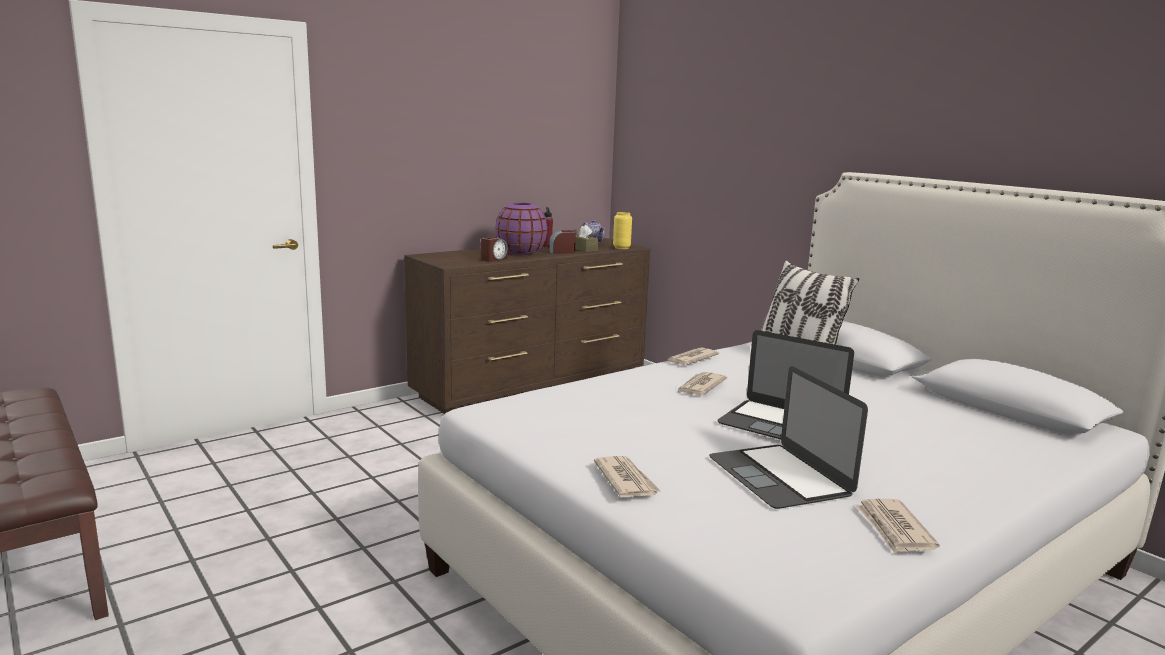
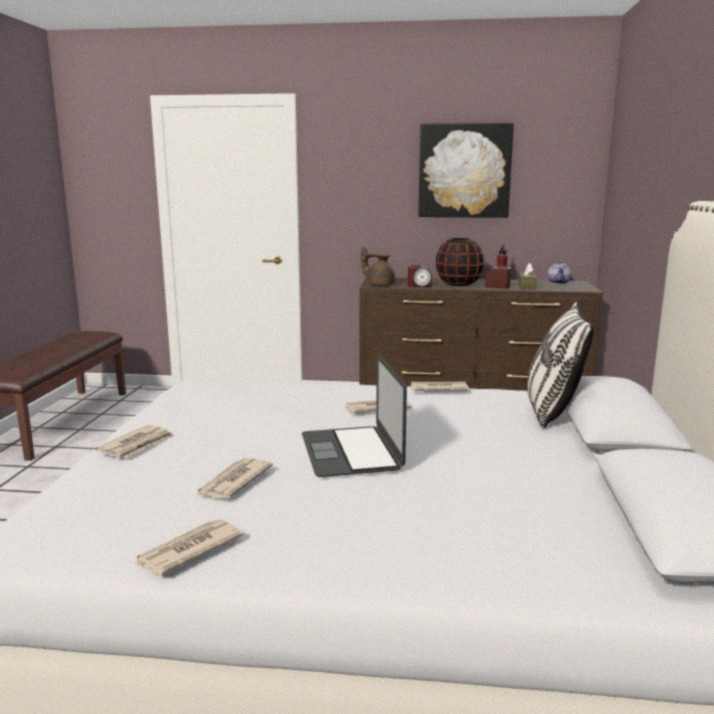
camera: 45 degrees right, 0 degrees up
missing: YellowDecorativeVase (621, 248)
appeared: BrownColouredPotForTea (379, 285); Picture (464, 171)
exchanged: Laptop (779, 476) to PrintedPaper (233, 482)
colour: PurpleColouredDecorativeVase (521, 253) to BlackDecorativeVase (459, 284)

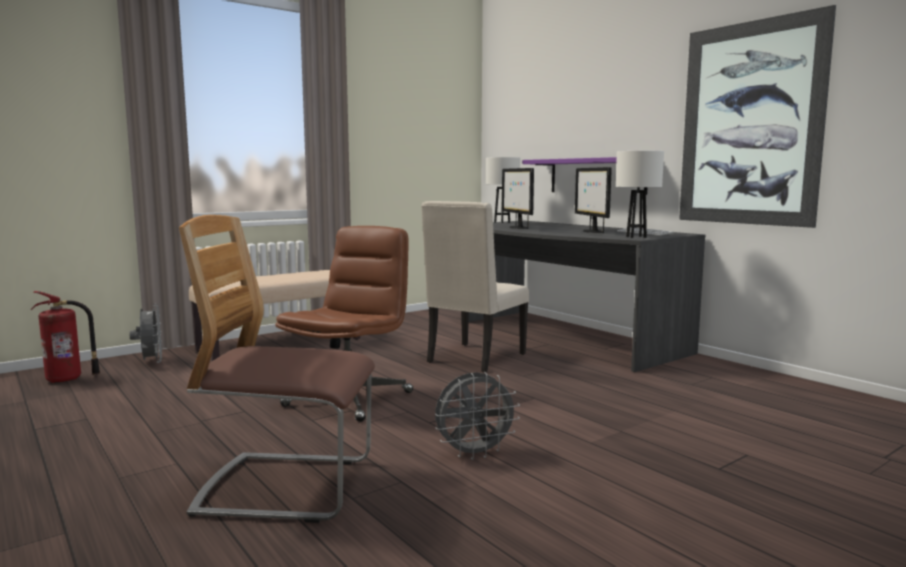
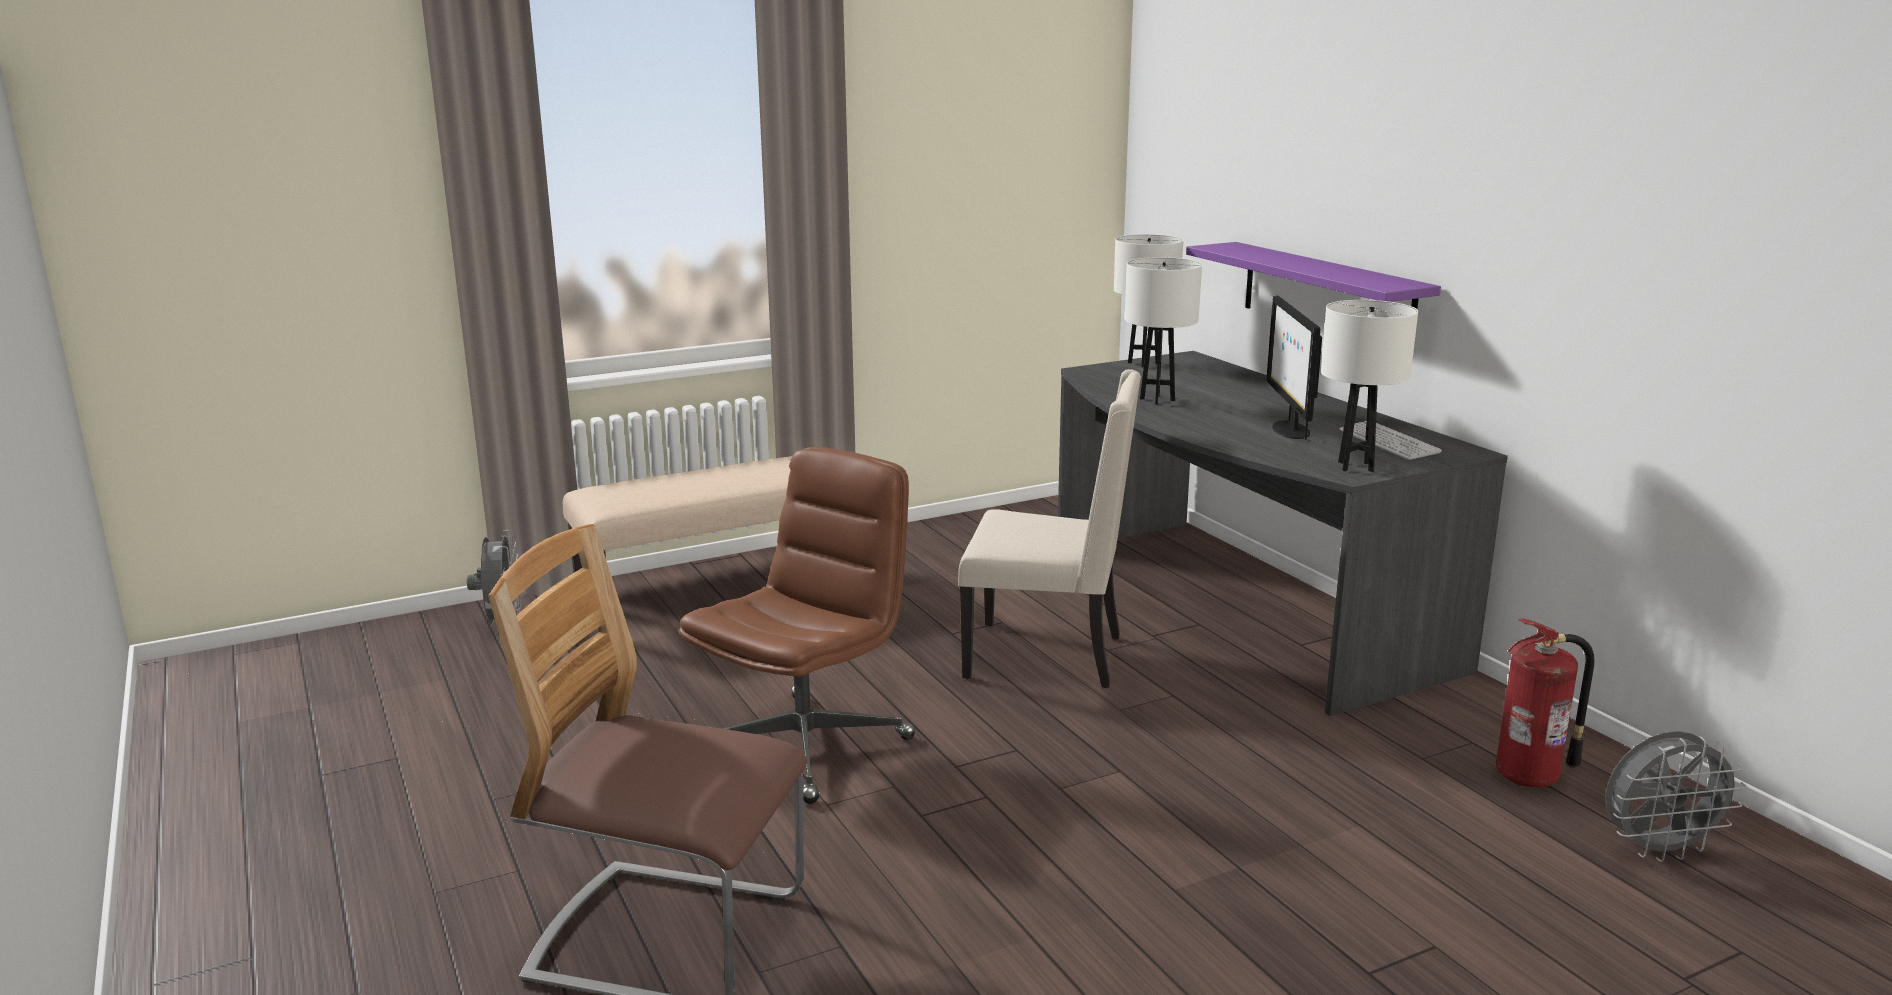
camera: 10 degrees right, 10 degrees up
missing: Picture (749, 124)
relocated: FireFightingCylinder (67, 379) to (1531, 777); GrayCoolingFan (474, 454) to (1658, 850)
exchanged: Monitor (518, 228) to WhiteColouredTabletopLamp (1157, 399)
spun: BeigePlainChair (474, 358) = (1048, 656) 120 degrees counterclockwise

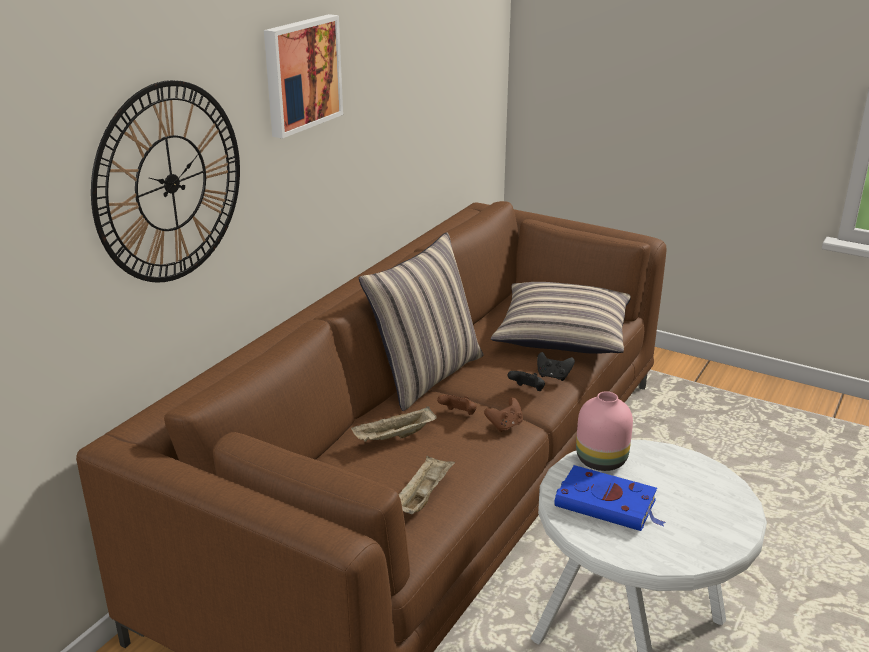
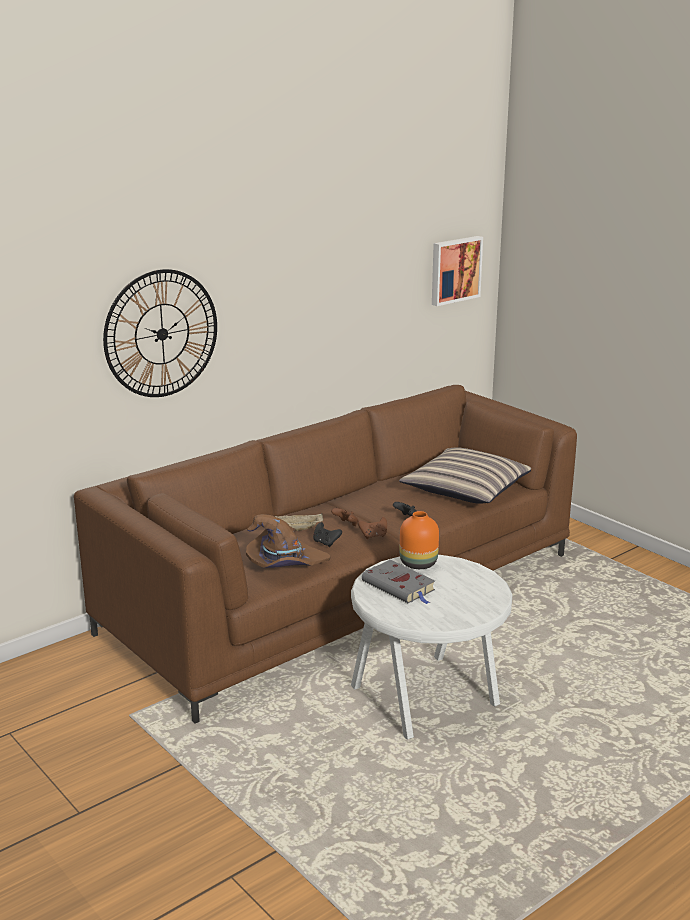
camera: 20 degrees right, 5 degrees down
missing: Pillow (426, 375)
relocated: Picture (300, 74) to (454, 270); BlackGamepad (553, 376) to (326, 543)
exchanged: BeigeCarryingTray (423, 497) to BrownColouredWearableHat (284, 563)
colour: BlueColouredVolume (608, 504) to GrayVolume (400, 587); PinkColouredDecorativeVase (602, 460) to OrangeColouredDecorativeVase (419, 563)

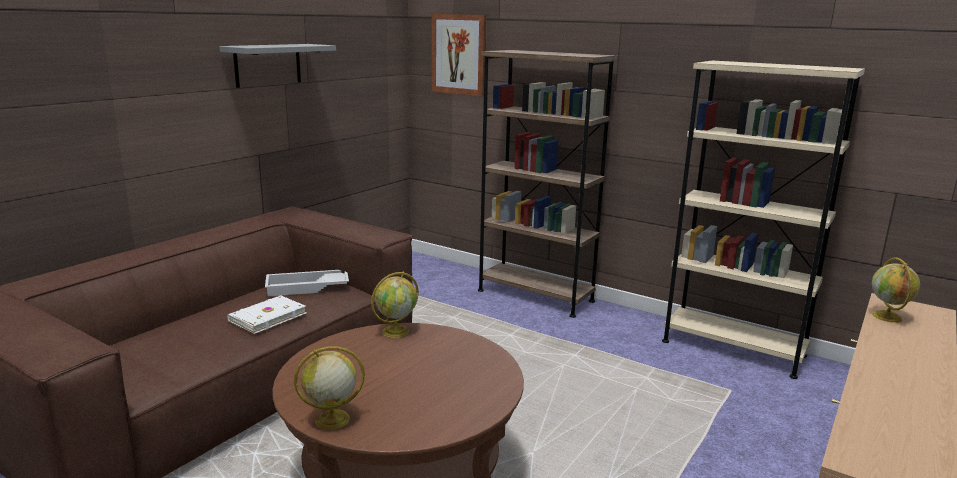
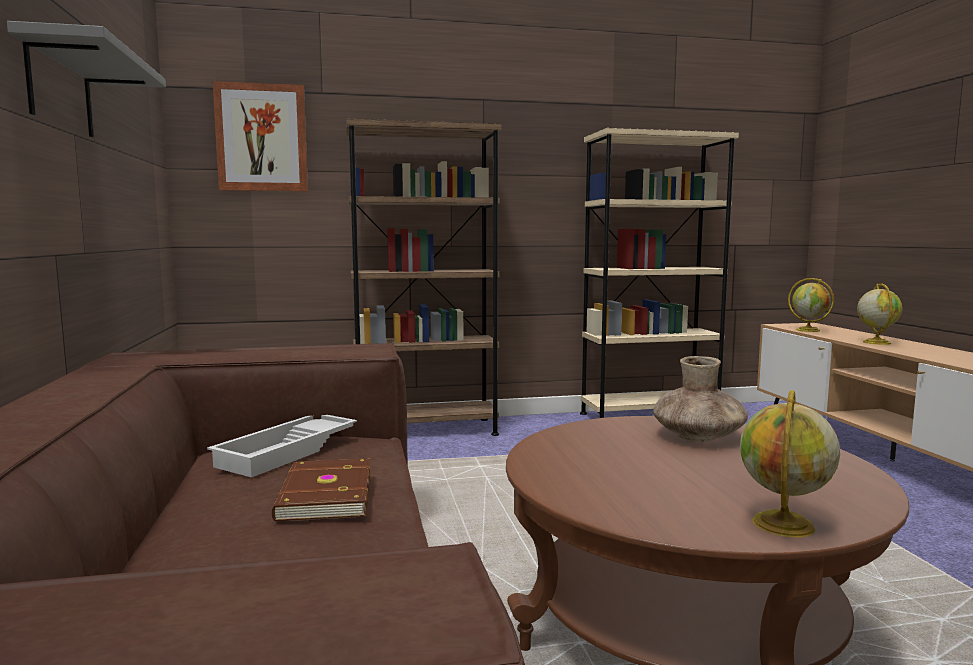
camera: 45 degrees left, 10 degrees down
appeared: BrownColouredDecorativeVase (698, 437)
relocated: WorldGlobe (396, 331) to (876, 342)
colour: WhiteColouredVolume (266, 317) to BrownColouredVolume (323, 495)

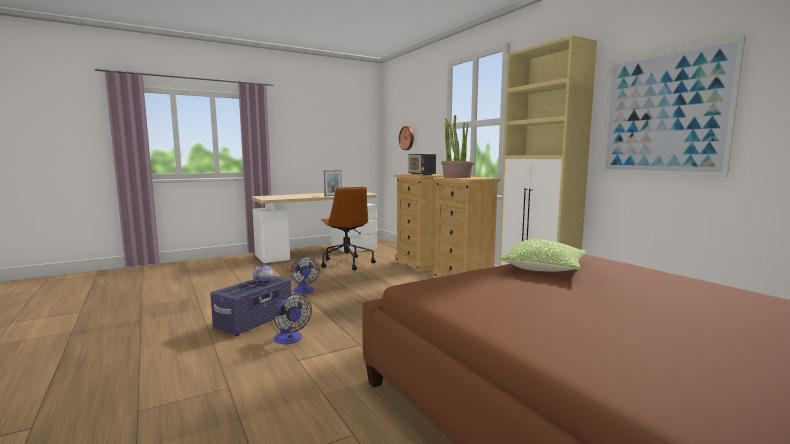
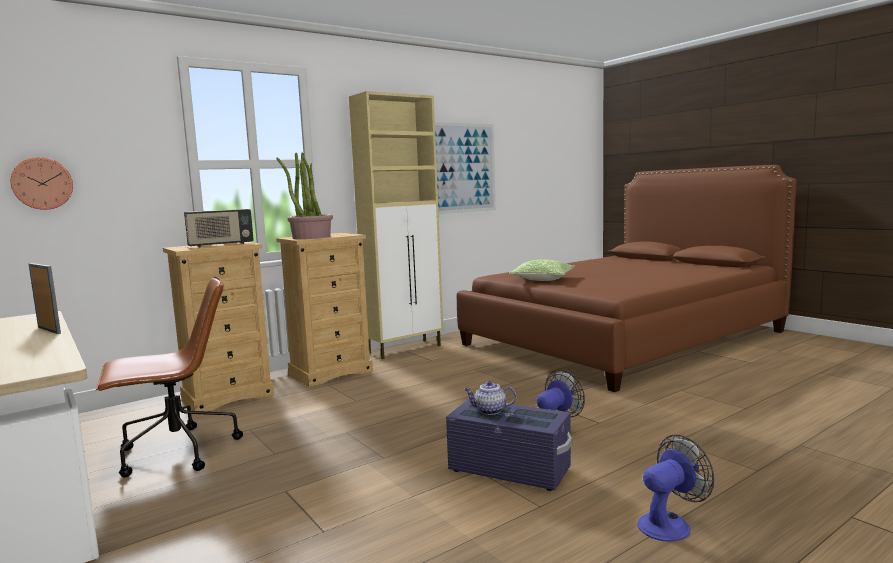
camera: 95 degrees left, 0 degrees up
relocated: CoolingFan (304, 291) to (670, 523)

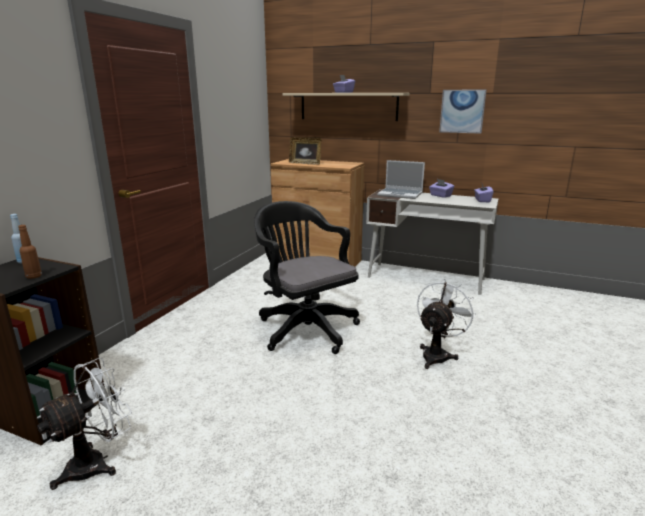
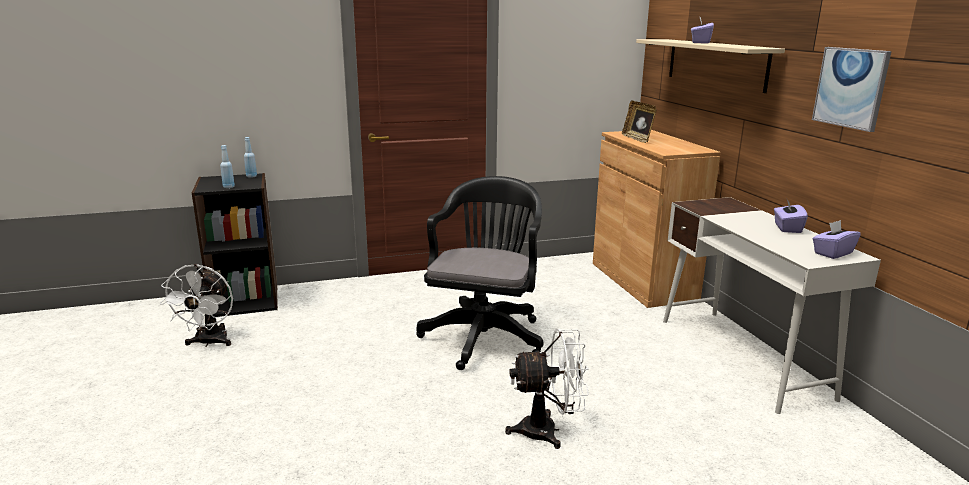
camera: 50 degrees right, 0 degrees up
missing: Laptop (401, 194)
colour: BrownColouredBottle (34, 276) to BlueColouredBottle (228, 187)
spun: WhiteColouredCoolingFan (97, 462) = (209, 343) 90 degrees clockwise

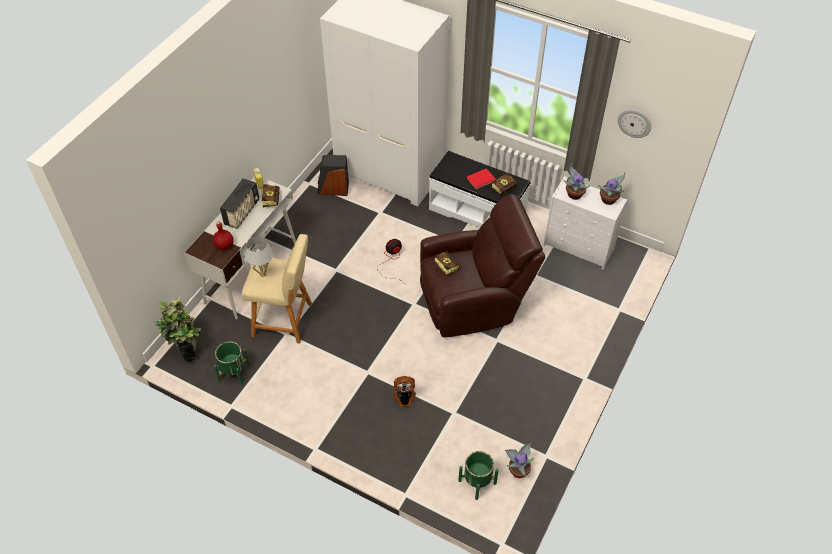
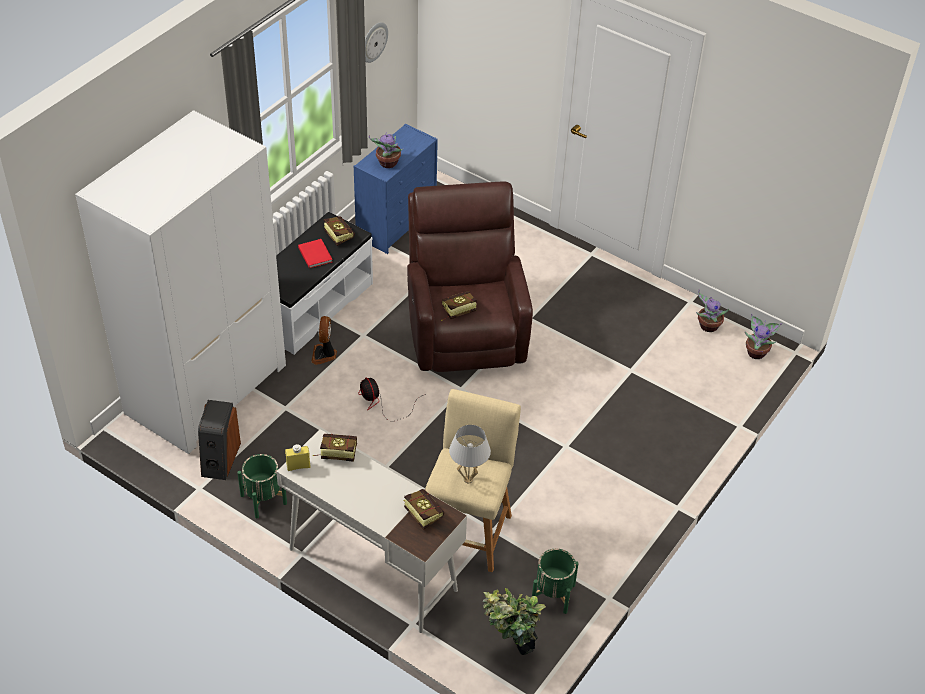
camera: 85 degrees left, 5 degrees down
missing: RadioReceiver (242, 213)
relocated: CoolingFan (404, 399) to (324, 354); GreenPlantPot (477, 482) to (264, 499); PottedPlant (609, 200) to (756, 352)
exchanged: RedColouredBottle (224, 246) to Volume (421, 512)
colour: WhiteColouredDrawerChest (579, 247) to BlueColouredDrawerChest (397, 223)

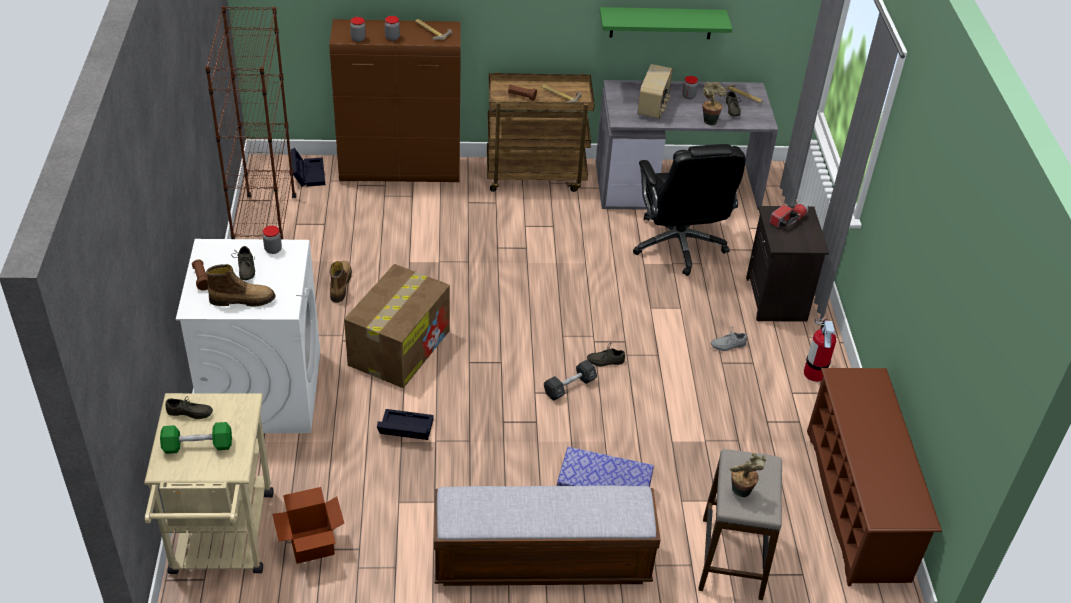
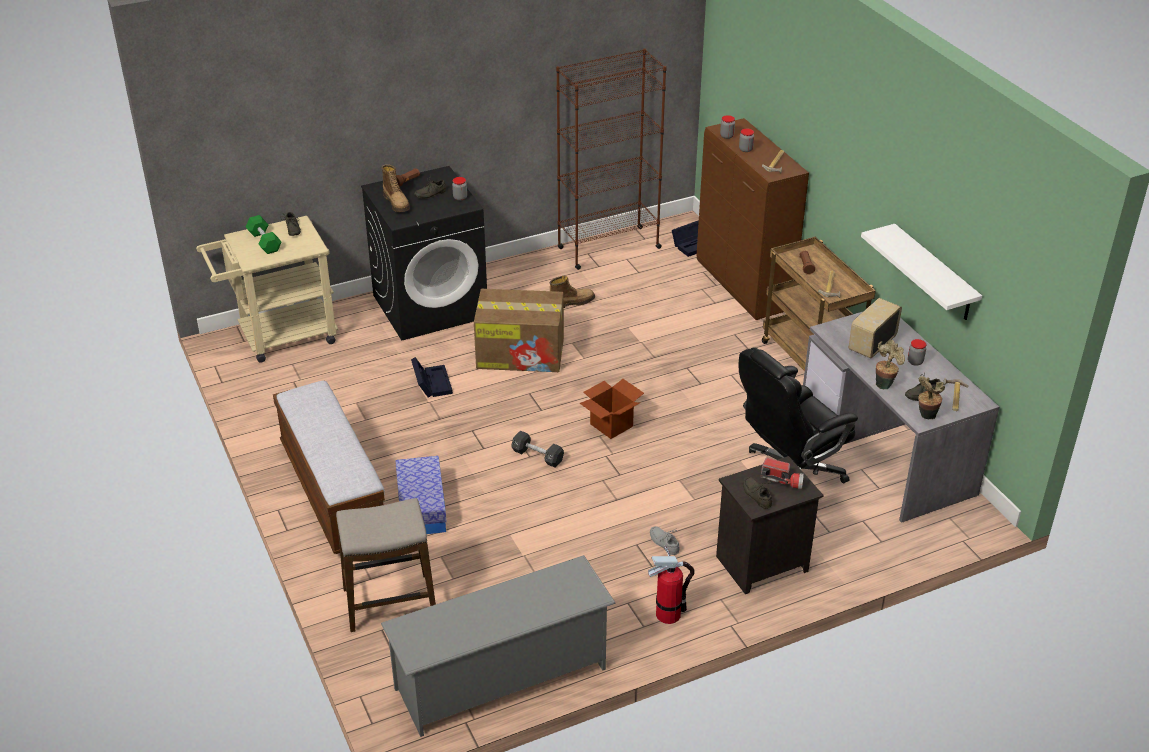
camera: 70 degrees right, 5 degrees down
relocated: Carton (312, 544) to (611, 425); GrayItemOfFootwear (605, 360) to (758, 495); PottedPlant (741, 493) to (926, 416)
colour: WhiteColouredLaundryMachine (262, 390) to BlackLaundryMachine (430, 306); GreenBracketShelf (661, 23) to WhiteColouredBracketShelf (934, 274); BrownColouredShoeShelf (857, 504) to GrayShoeShelf (502, 678)
spun: RadioReceiver (653, 107) = (871, 344) 135 degrees clockwise

